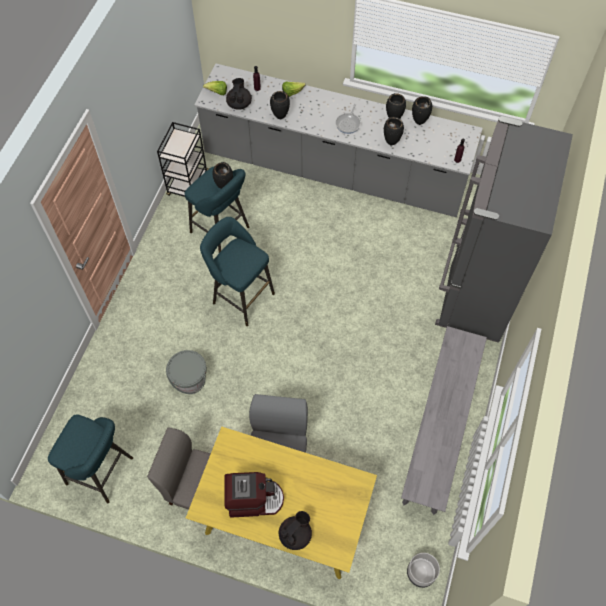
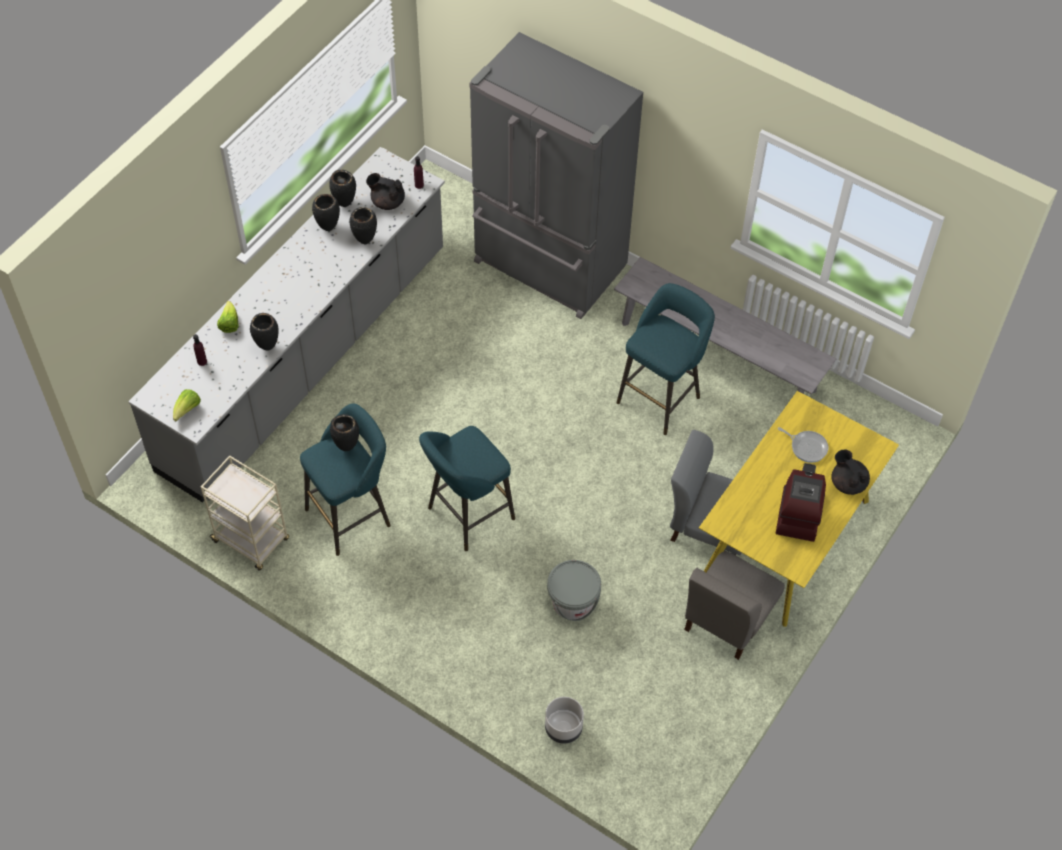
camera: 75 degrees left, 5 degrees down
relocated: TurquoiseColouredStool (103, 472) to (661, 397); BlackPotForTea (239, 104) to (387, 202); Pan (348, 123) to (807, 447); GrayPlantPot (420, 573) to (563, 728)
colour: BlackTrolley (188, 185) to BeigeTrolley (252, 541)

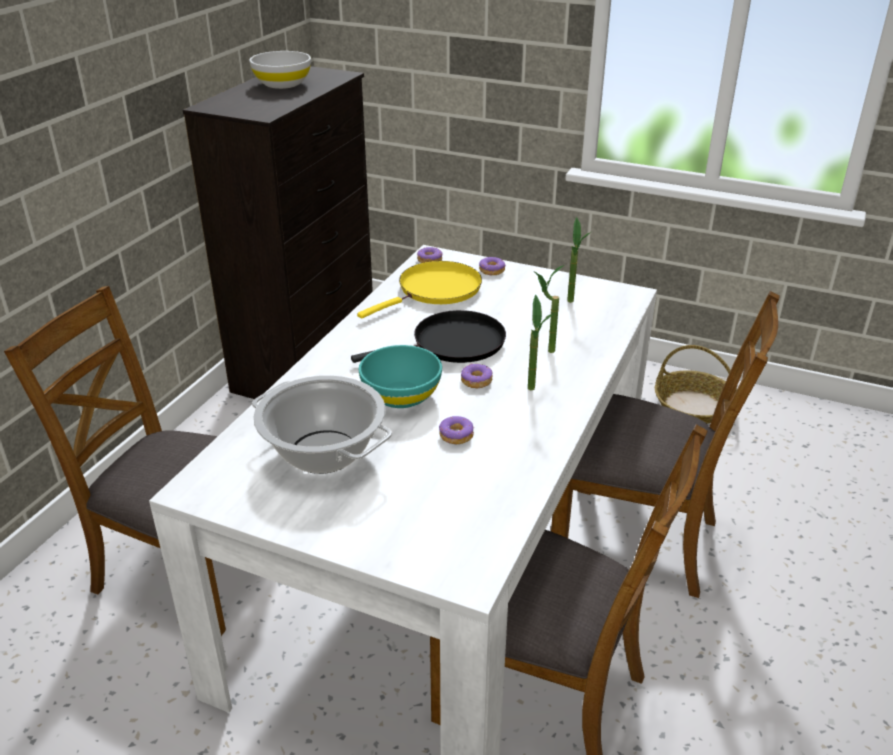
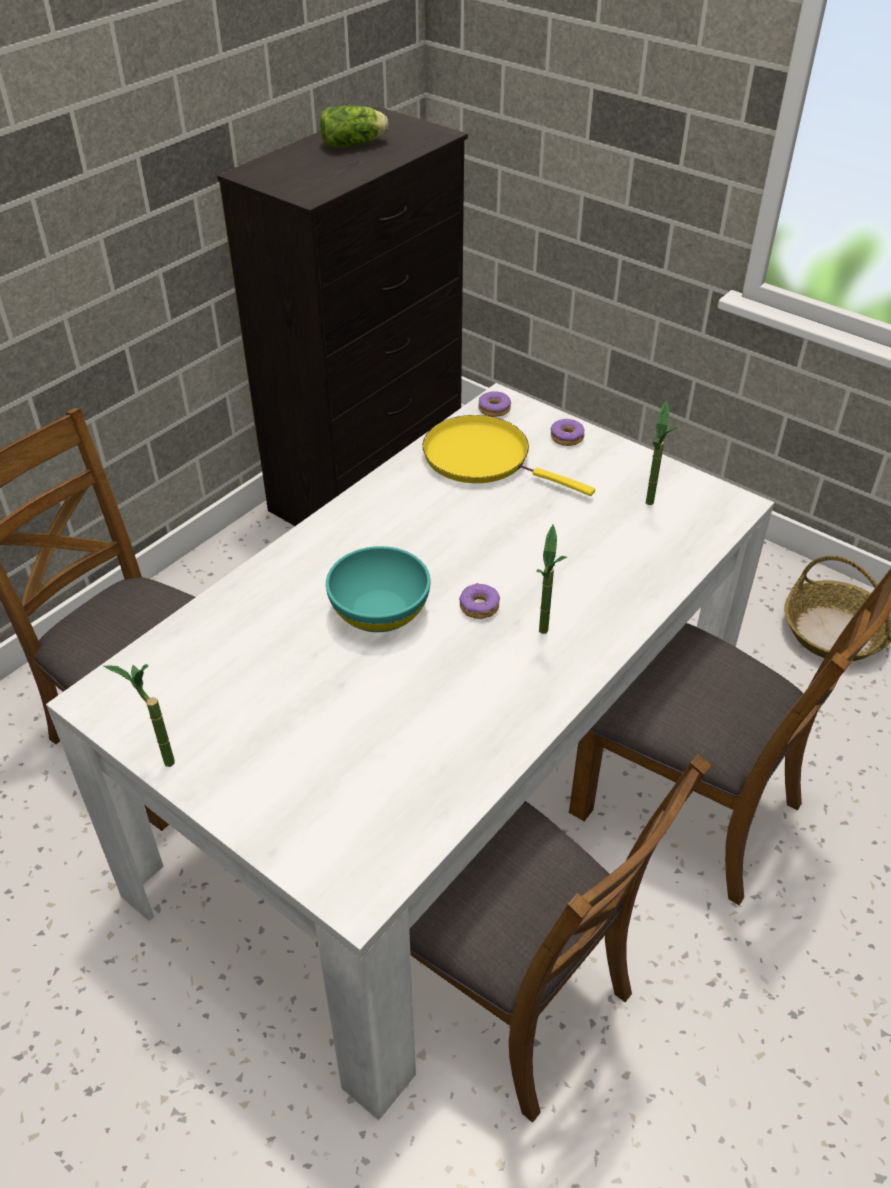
camera: 15 degrees right, 10 degrees up
missing: Stockpot (323, 452); BlackPan (453, 344); Donut (456, 435)
relocated: PottedPlant (544, 351) to (159, 760)
exchanged: WhiteColouredDeepDish (282, 84) to LettuceHead (355, 144)
spun: YellowPan (435, 290) = (483, 458) 120 degrees counterclockwise

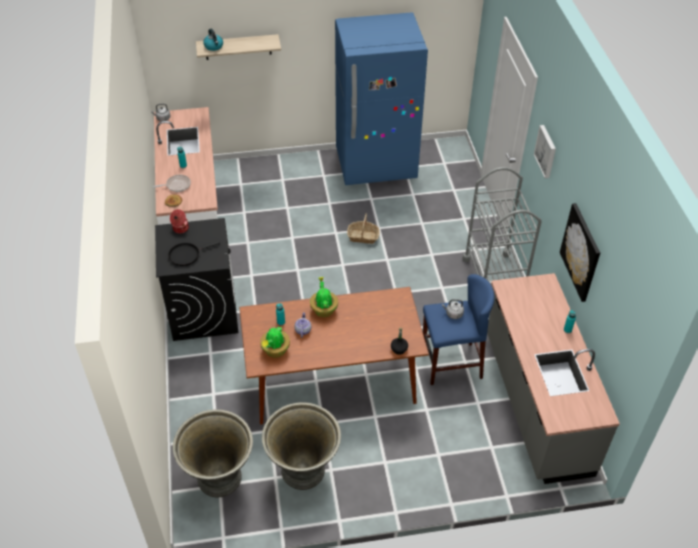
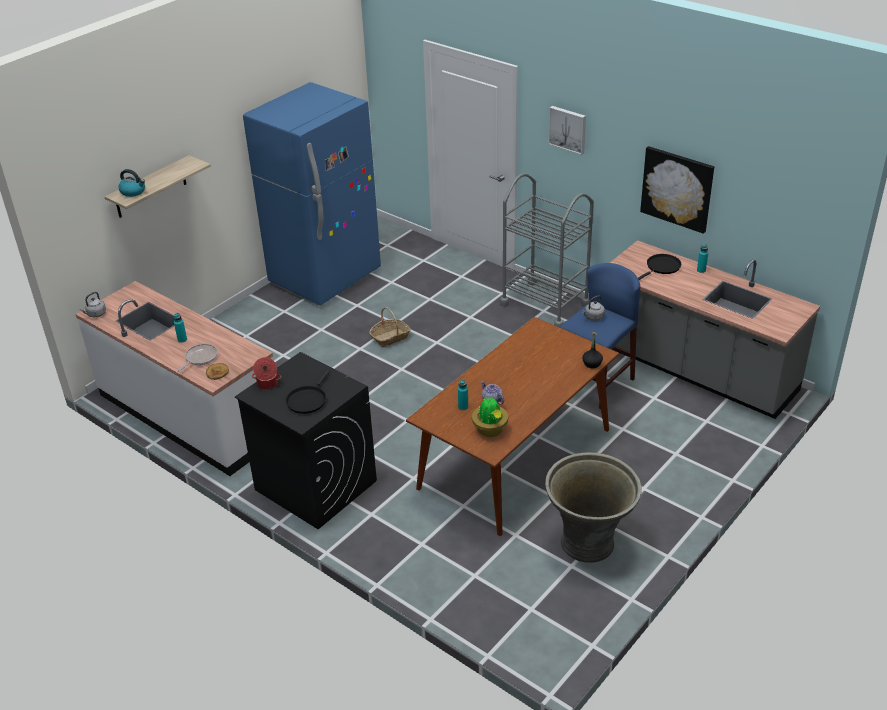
camera: 40 degrees left, 10 degrees down
missing: GrayPlantPot (219, 479); PottedPlant (323, 309)
appeared: BlackPan (662, 267)

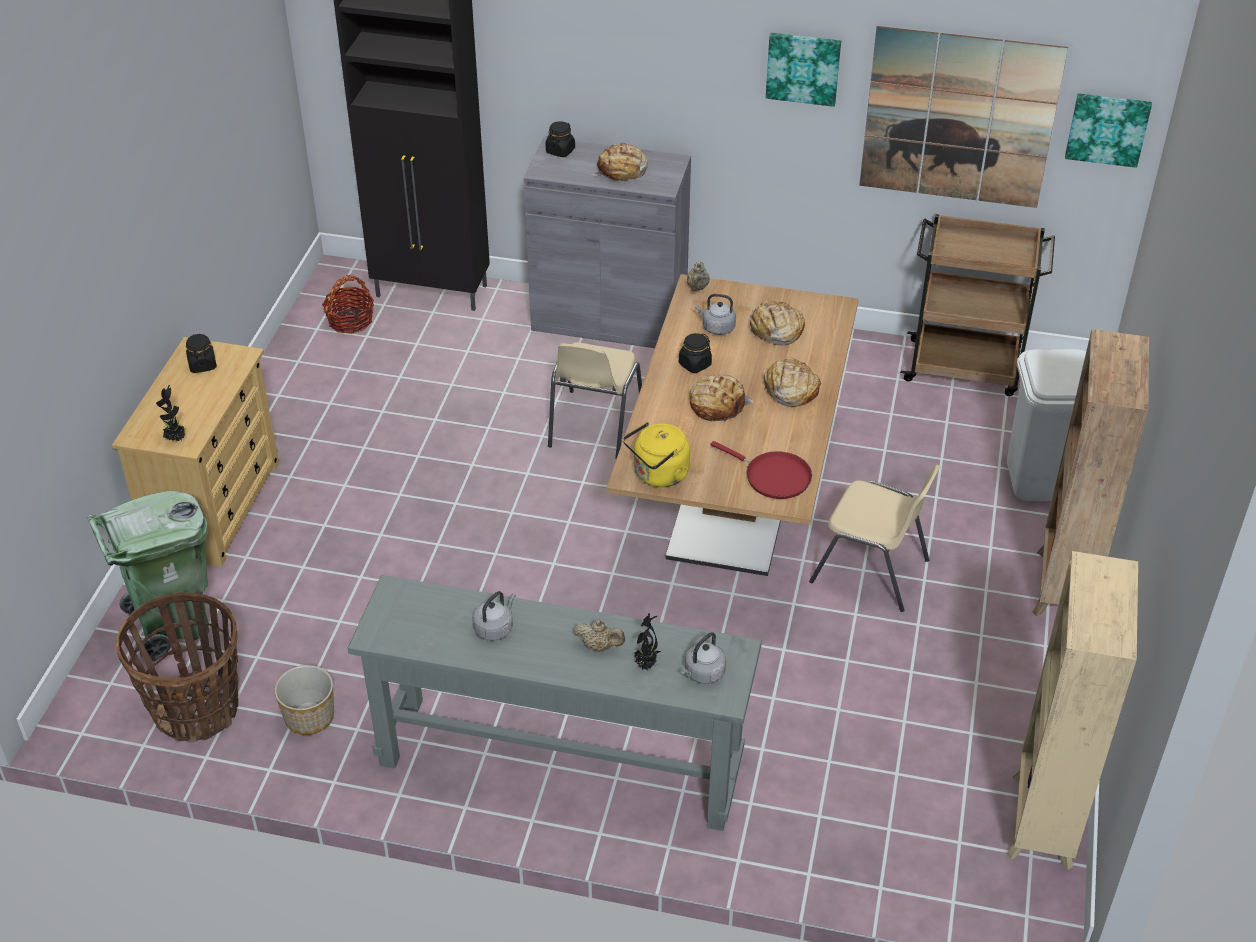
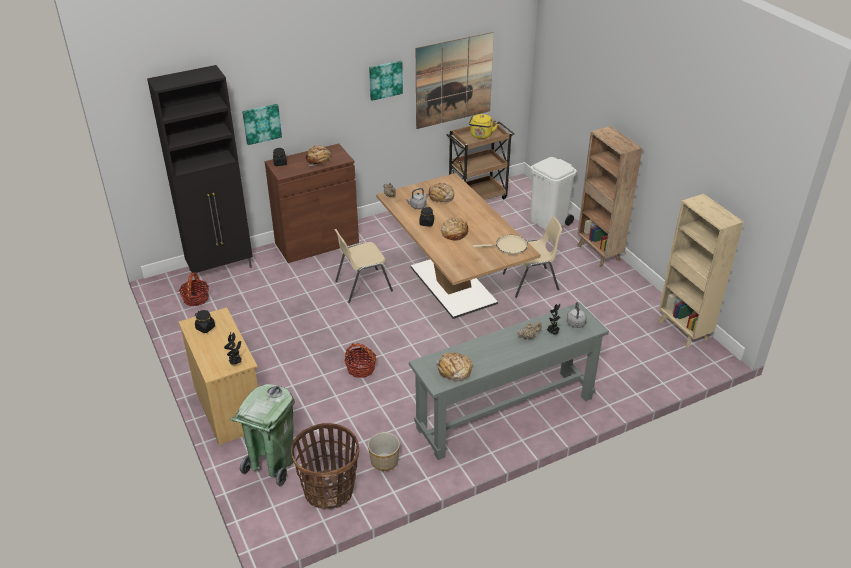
camera: 40 degrees left, 5 degrees down
missing: GrayKettle (495, 628)
appeared: StorageBasket (360, 368)
relocated: YellowKettle (658, 475) to (481, 136); BakedBread (790, 390) to (454, 371); Picture (1107, 128) to (261, 123)
colour: GrayCabinet (609, 318) to BrownColouredCabinet (317, 243); RedColouredPan (773, 477) to BeigePan (508, 247)
spun: BeigePlainChair (594, 426) = (362, 286) 90 degrees clockwise

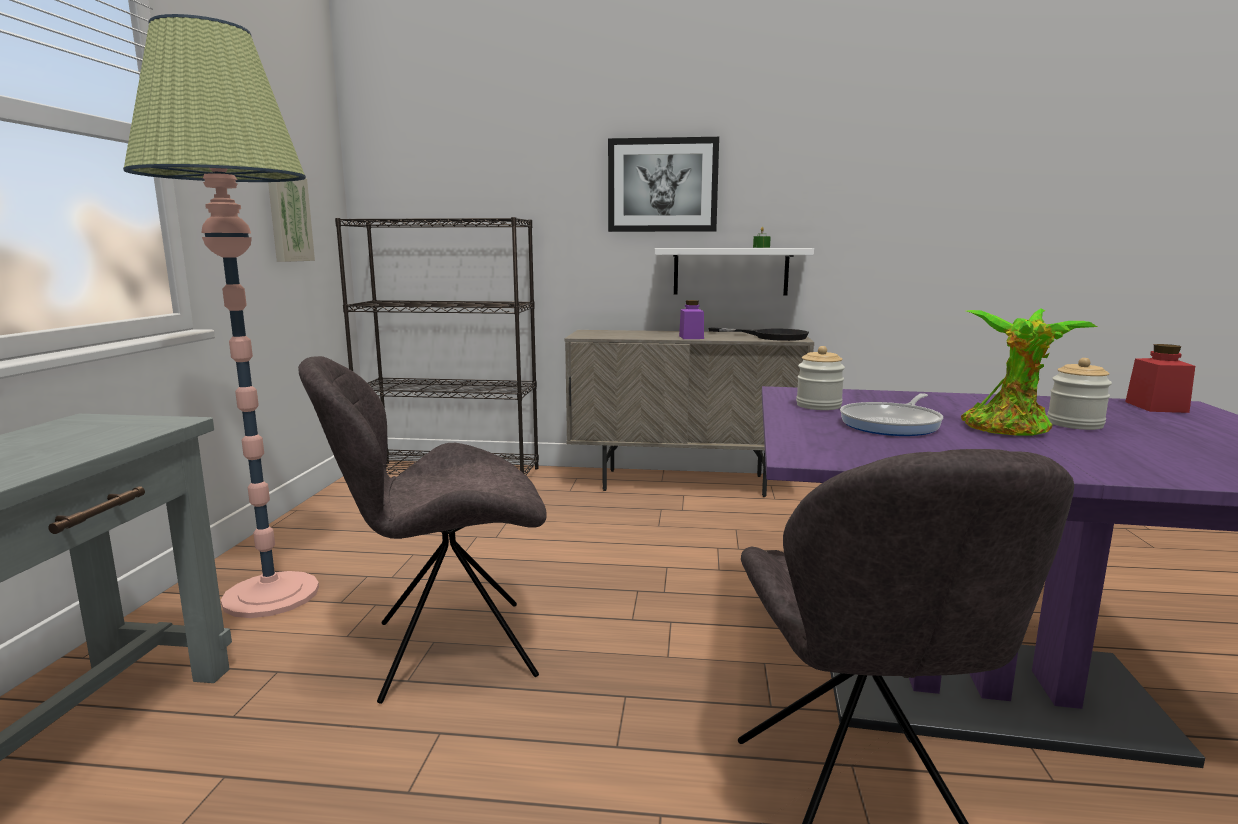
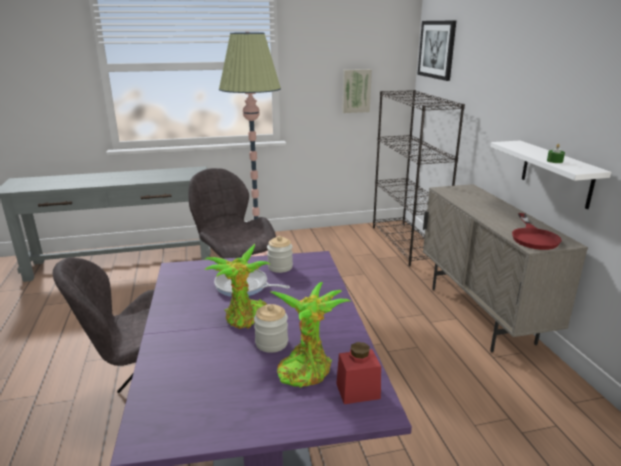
camera: 70 degrees right, 10 degrees up
missing: PurpleColouredPreserveJar (691, 337)
appeared: PottedPlant (306, 368)
relocated: Picture (662, 185) to (437, 49)
colour: BlackPan (771, 336) to RedColouredPan (533, 237)

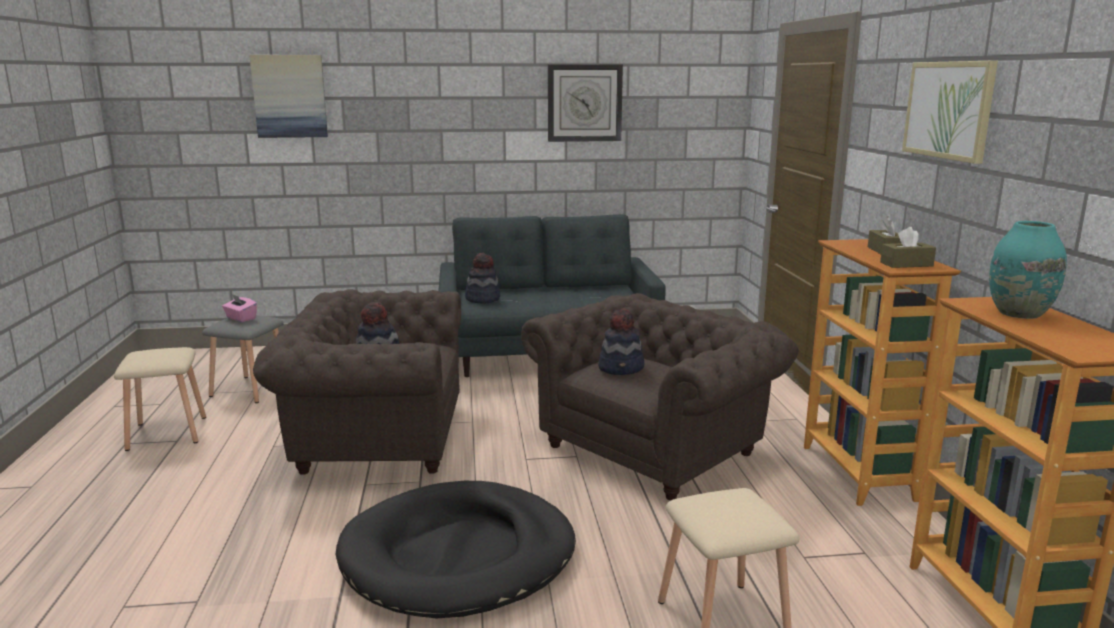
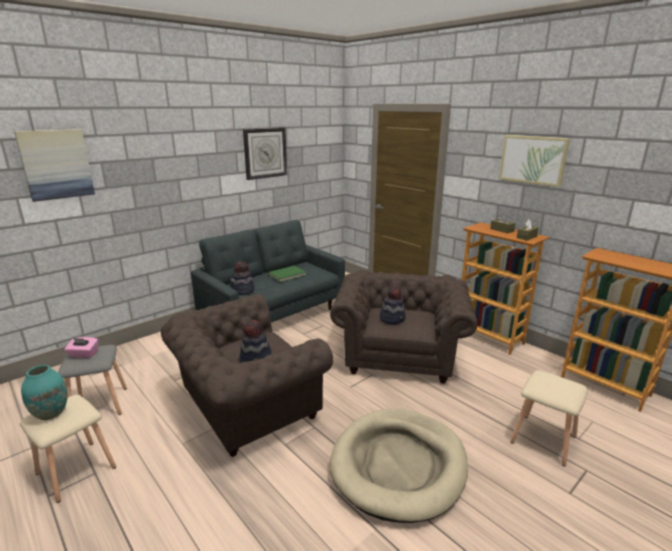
camera: 35 degrees left, 5 degrees up
appeared: GreenVolume (287, 275)
relocated: TurquoiseColouredDecorativeVase (1018, 313) to (50, 413)
colour: BlackDogCushion (459, 555) to BeigeDogCushion (398, 465)

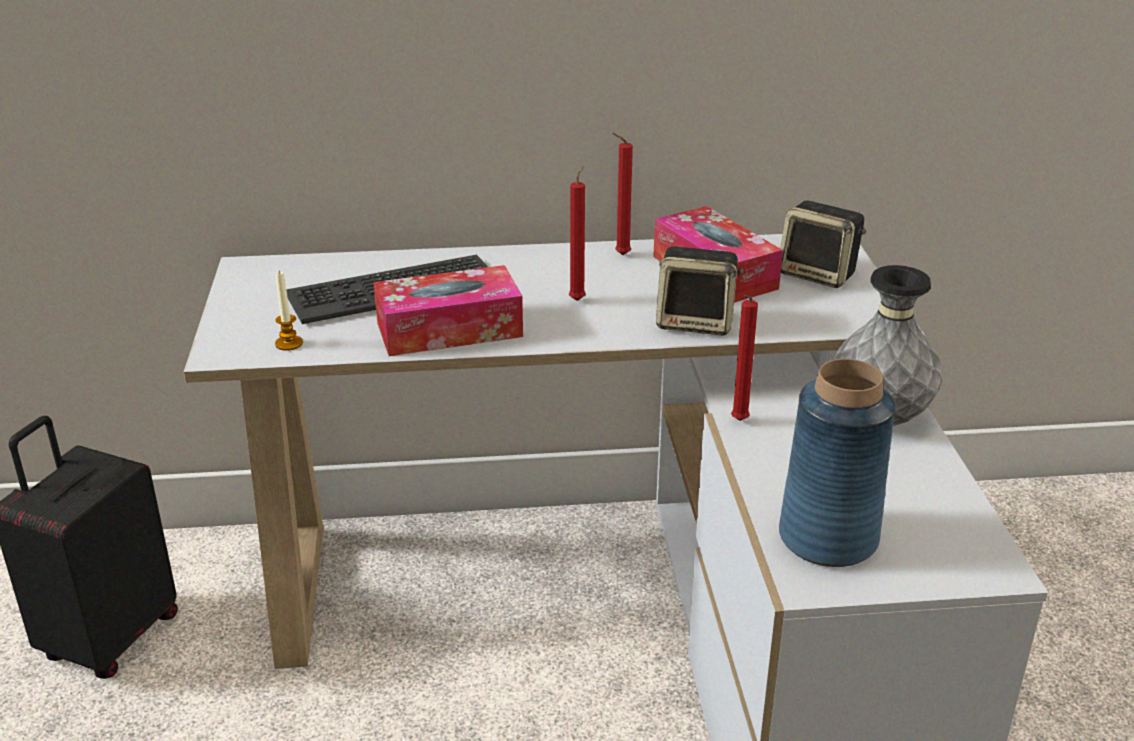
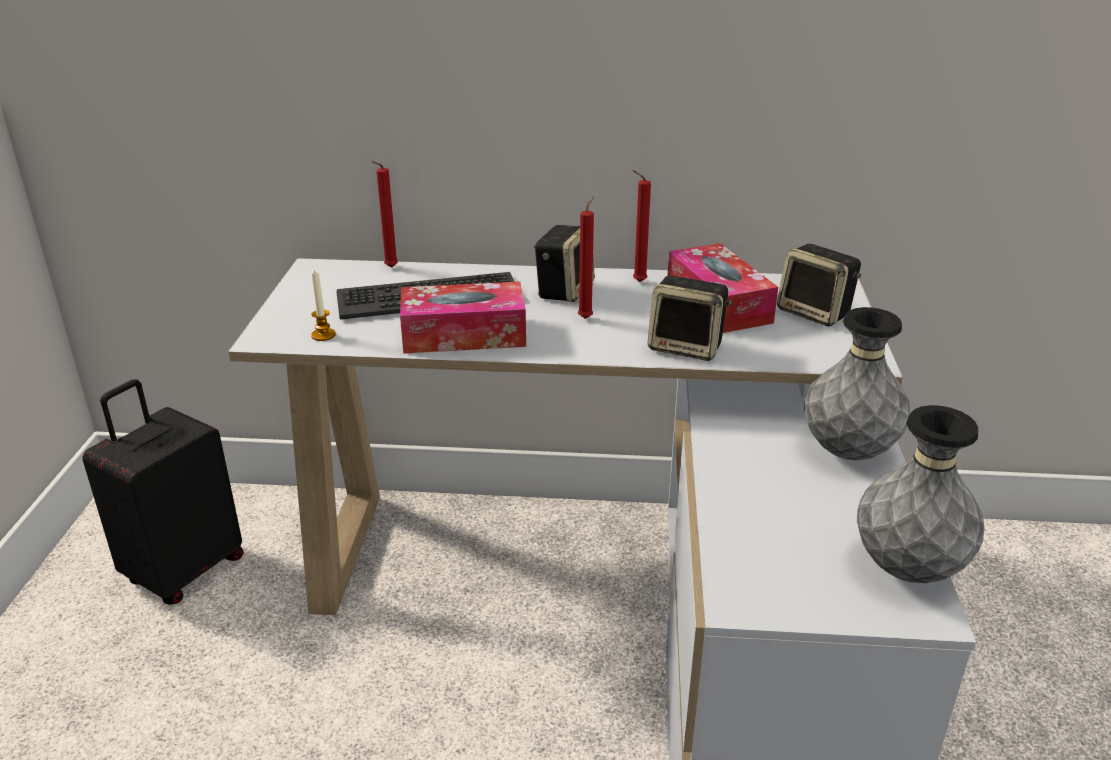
camera: 10 degrees right, 0 degrees up
missing: BlueColouredDecorativeVase (827, 538)
appeared: Speaker (564, 290); GrayDecorativeVase (907, 569)
relocated: RedColouredCandle (738, 422) to (389, 268)

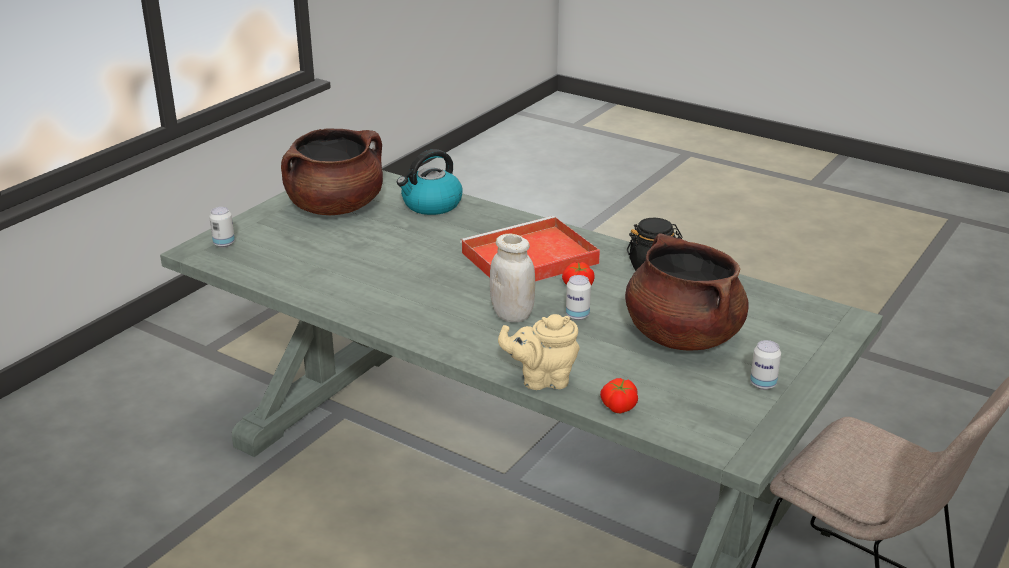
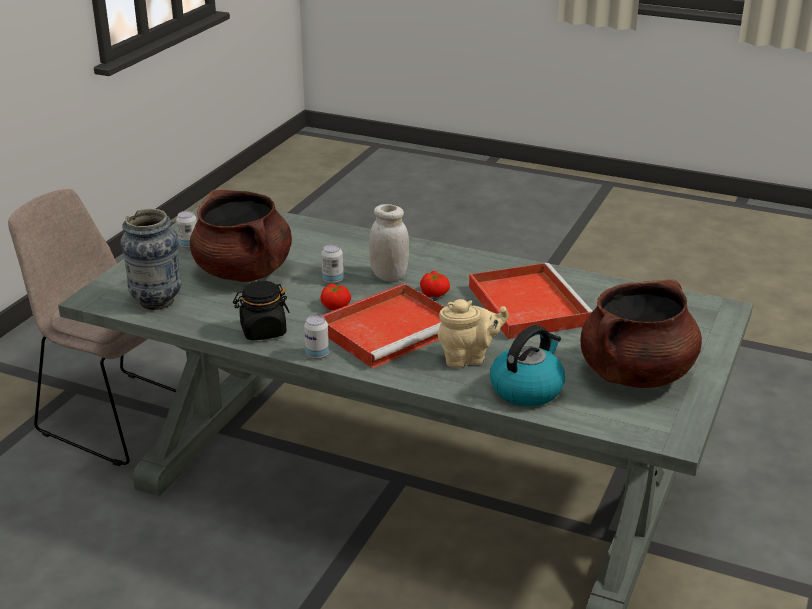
camera: 170 degrees right, 0 degrees up
appeared: DecorativeVase (156, 301); RedColouredCarryingTray (526, 304)
relocated: SealedCan (224, 244) to (317, 354); BeigePotForTea (542, 379) to (468, 358); FreshTomato (618, 406) to (434, 293)

